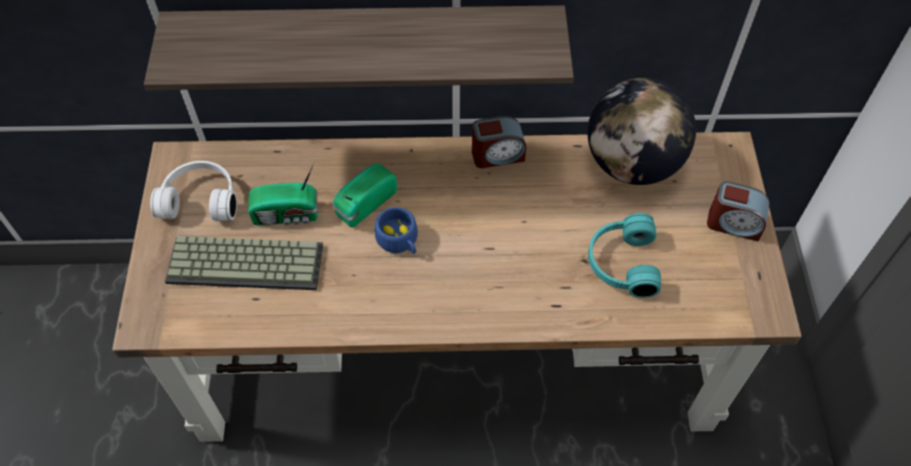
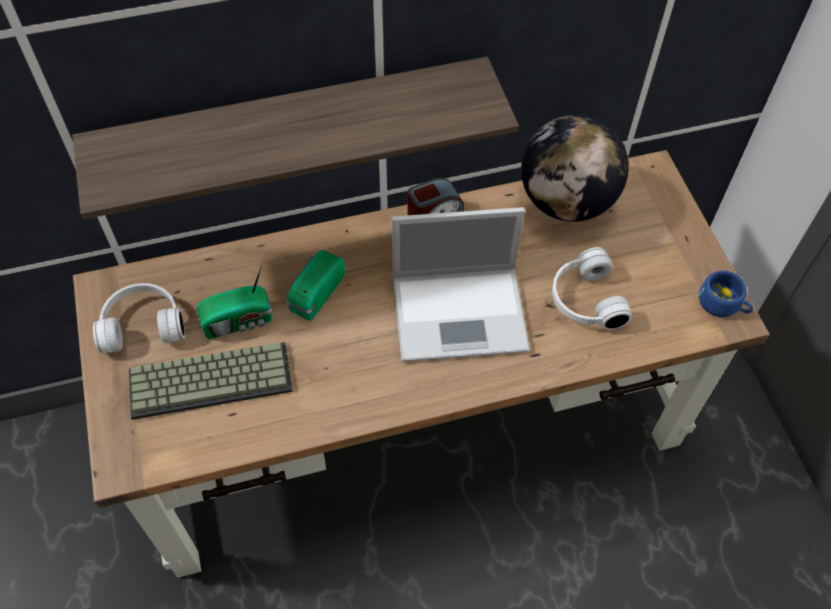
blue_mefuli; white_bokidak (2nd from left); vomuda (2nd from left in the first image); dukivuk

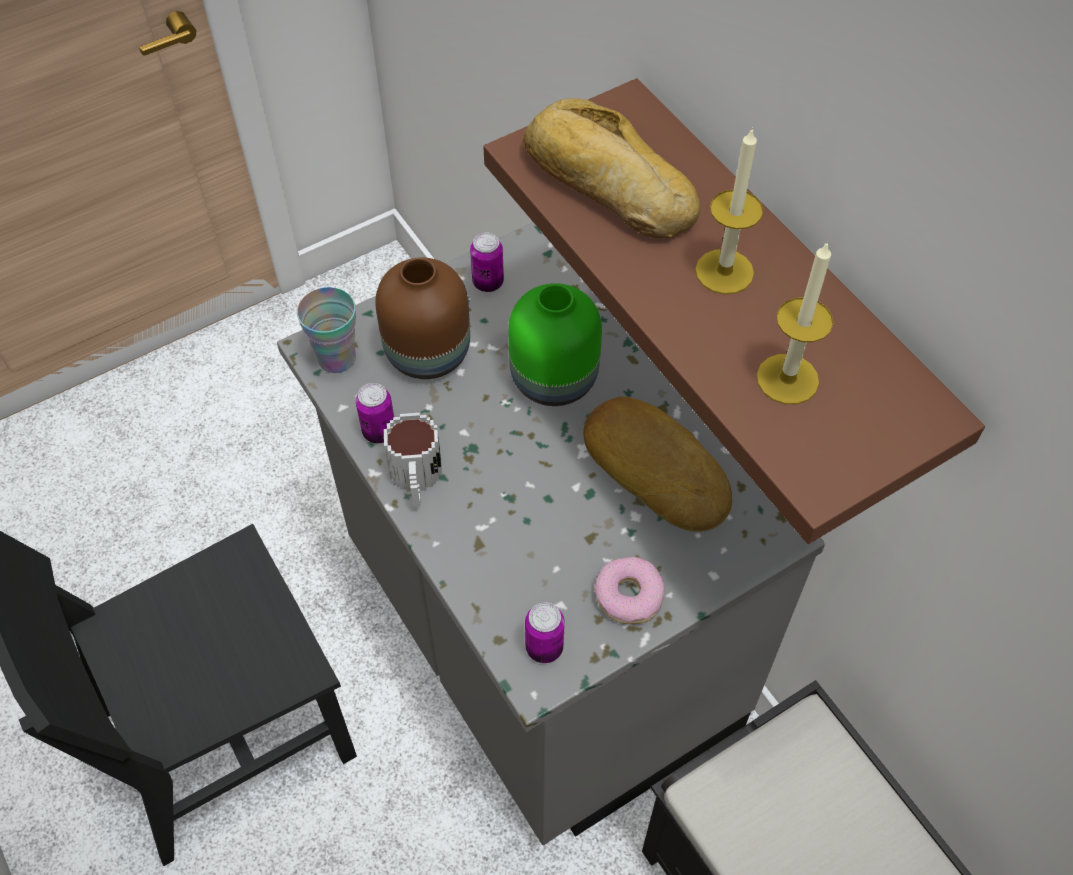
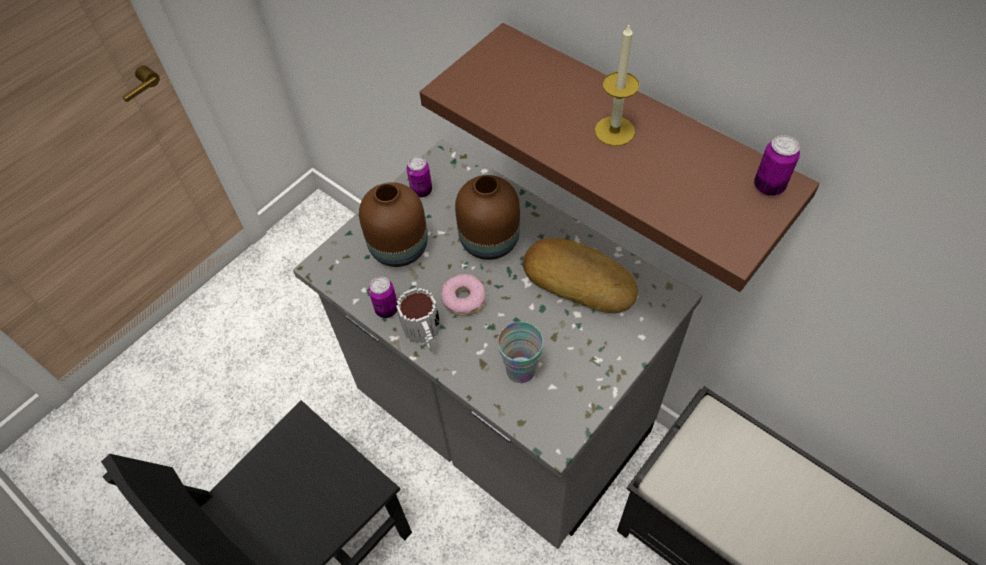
mefuli; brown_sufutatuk (2nd from left); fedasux (1st from left in the first image); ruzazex (3rd from left); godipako; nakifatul (2nd from left in the first image)

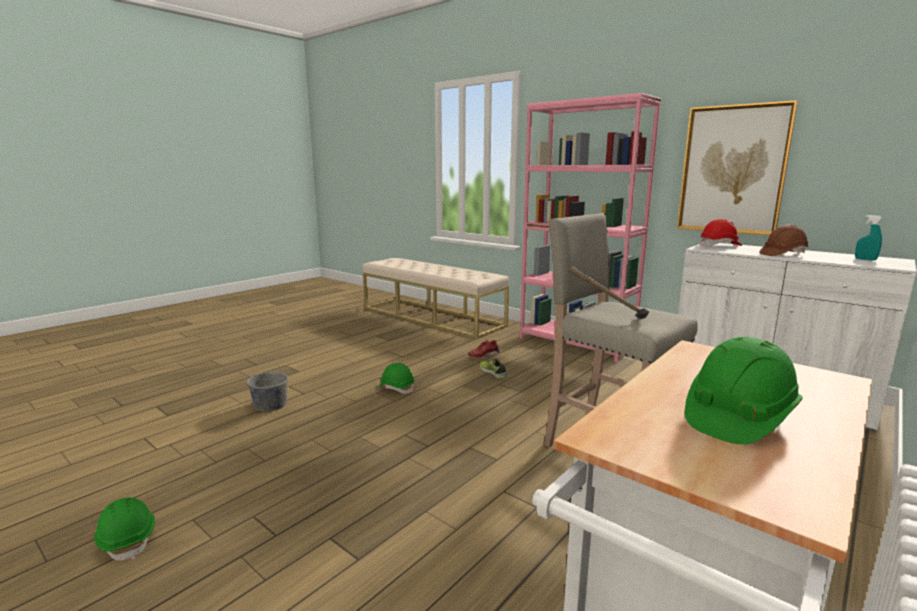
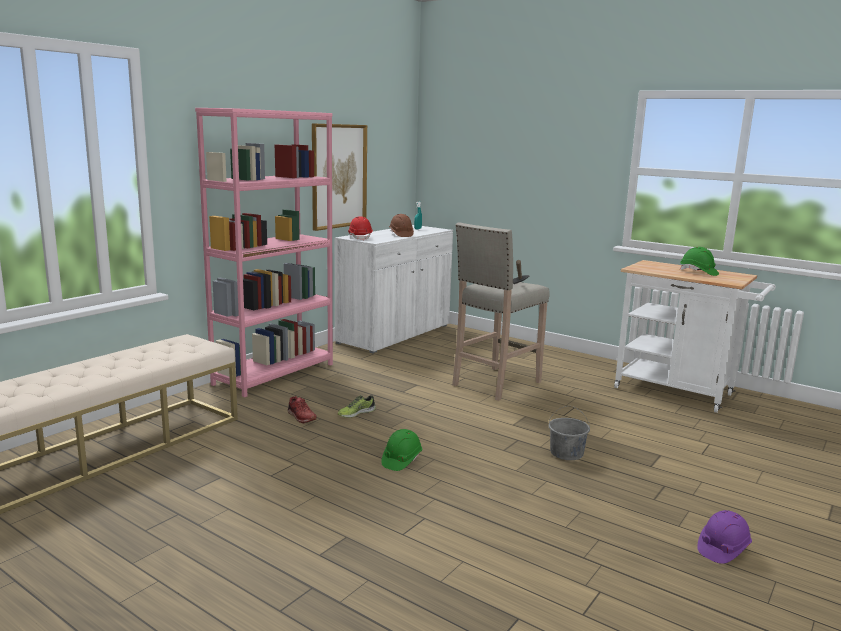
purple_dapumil; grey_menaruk

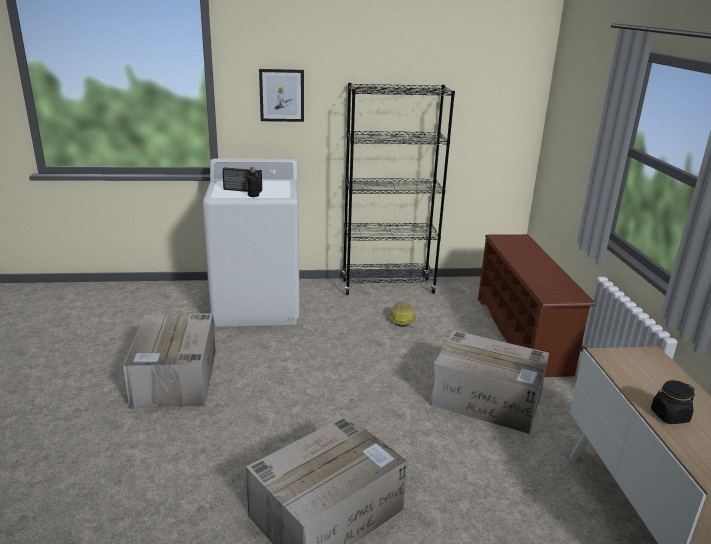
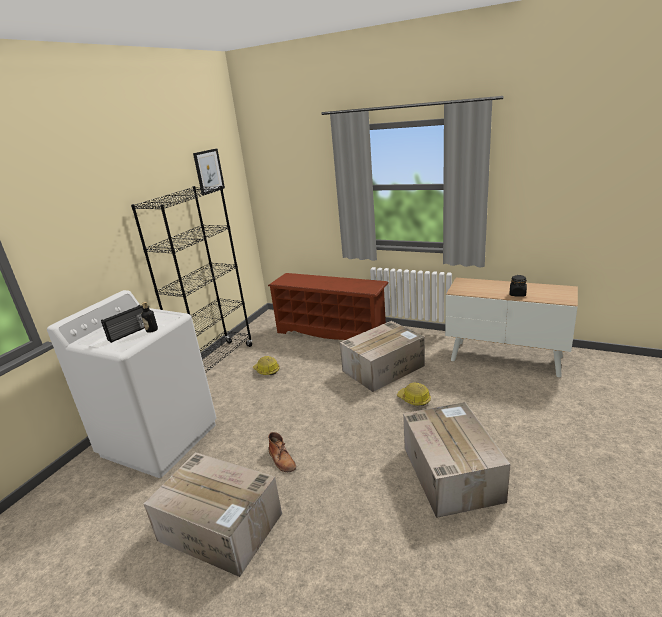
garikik; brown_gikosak; dapumil (2nd from left)

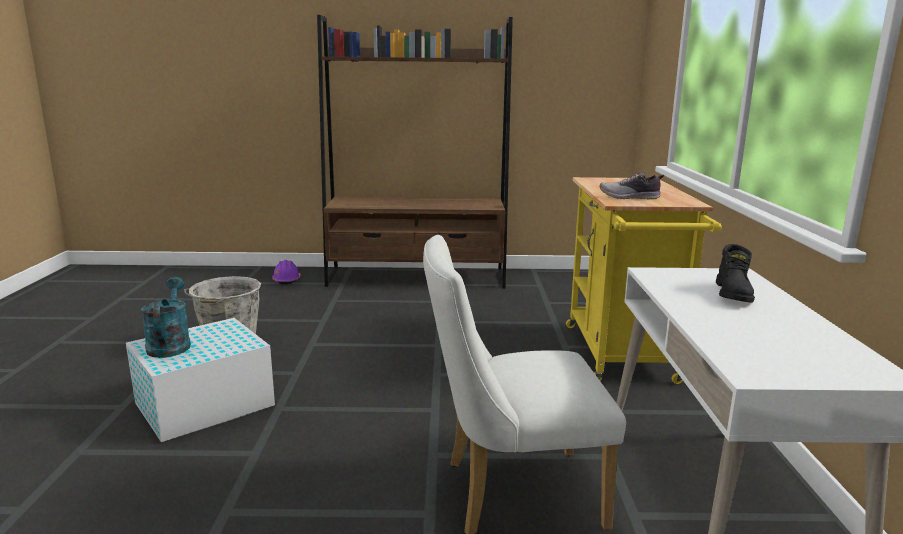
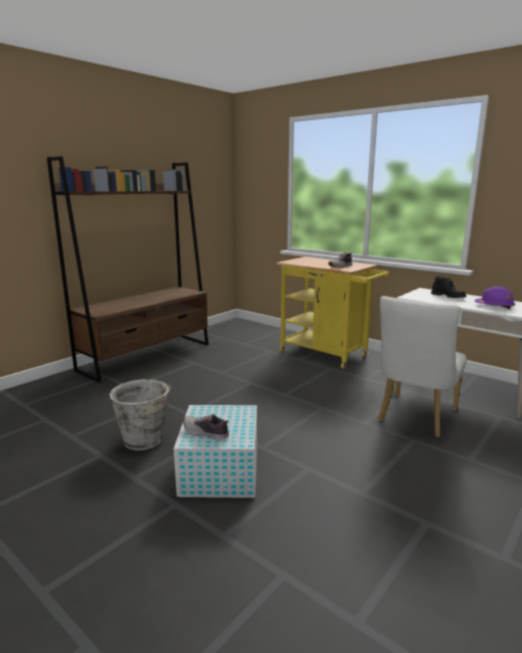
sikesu (1st from left); purple_dapumil

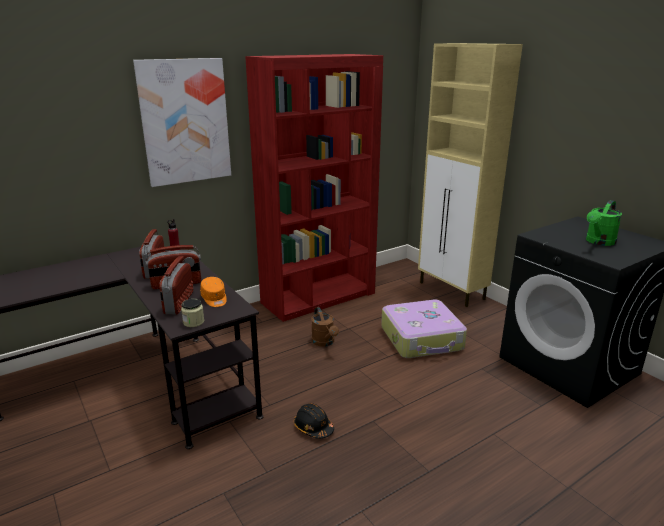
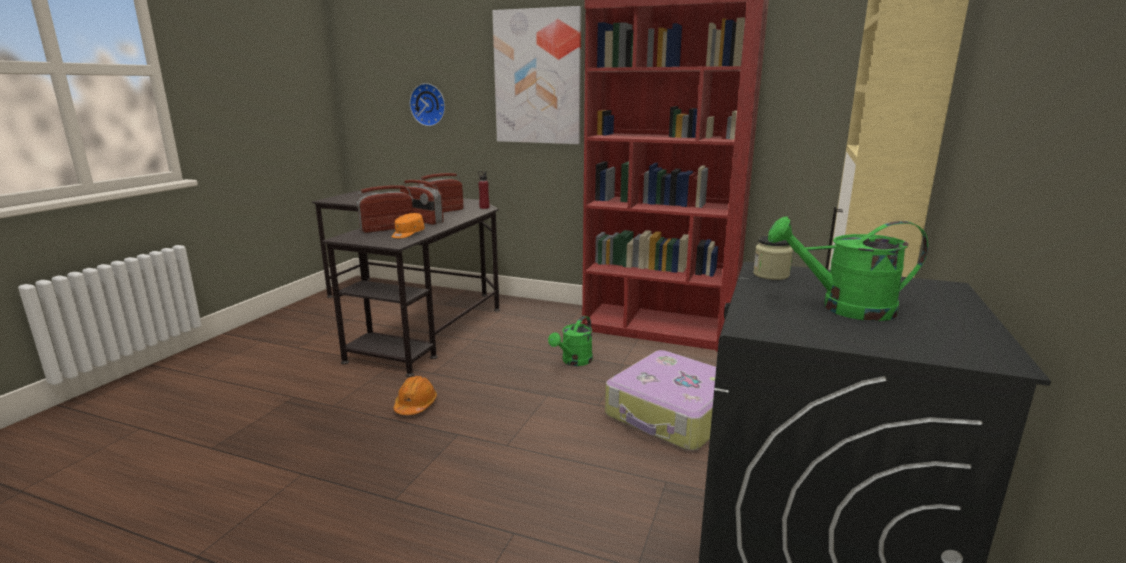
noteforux; orange_dapumil; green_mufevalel (1st from left); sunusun

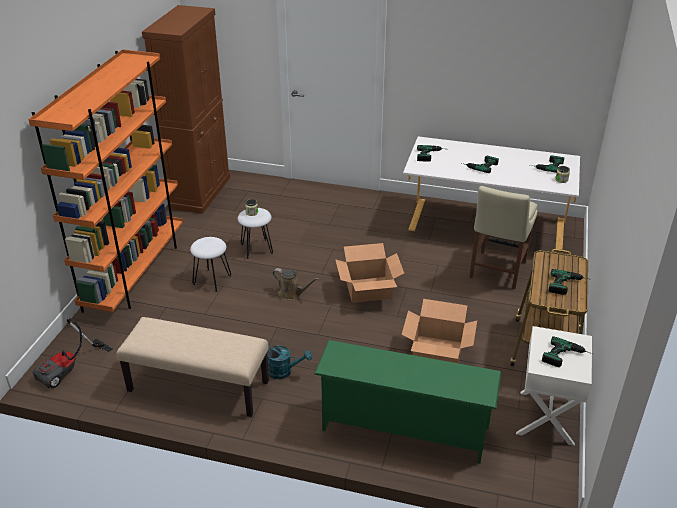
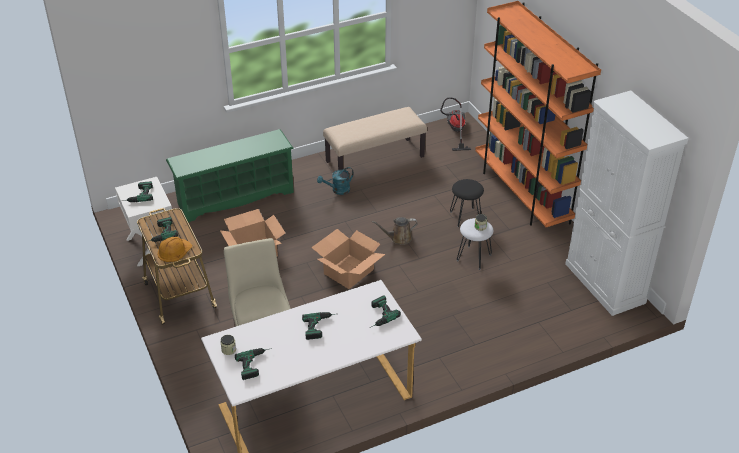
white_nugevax; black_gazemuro; orange_dapumil

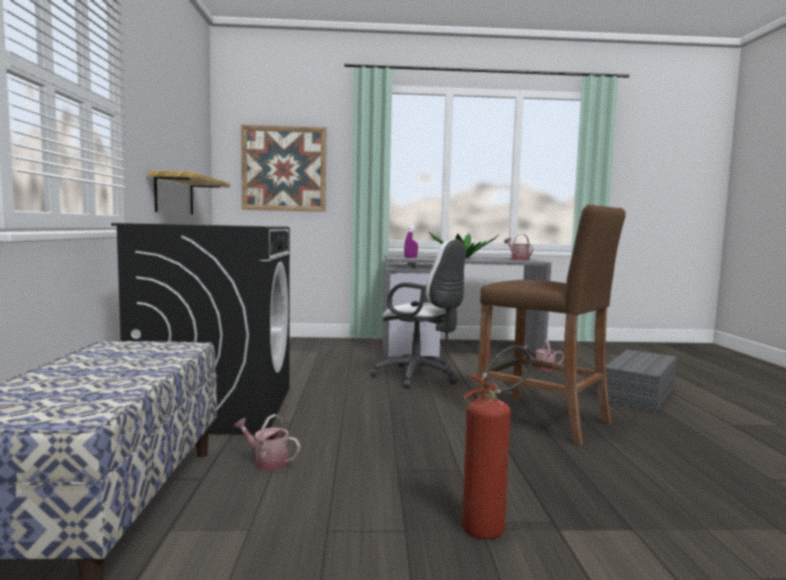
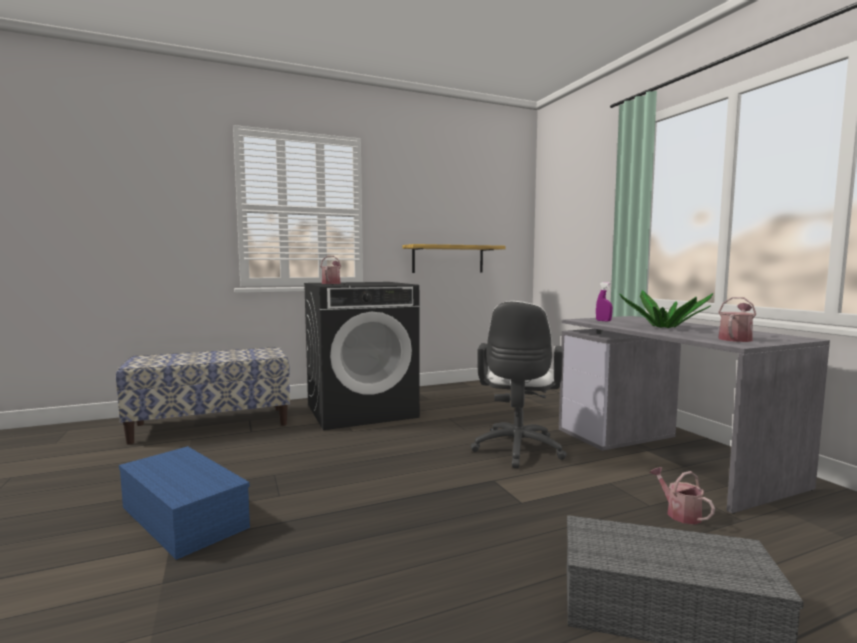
mufevalel (1st from left); garikik; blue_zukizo; brown_gazemuro

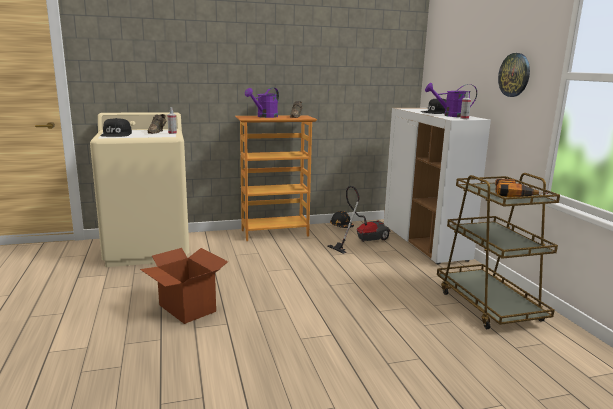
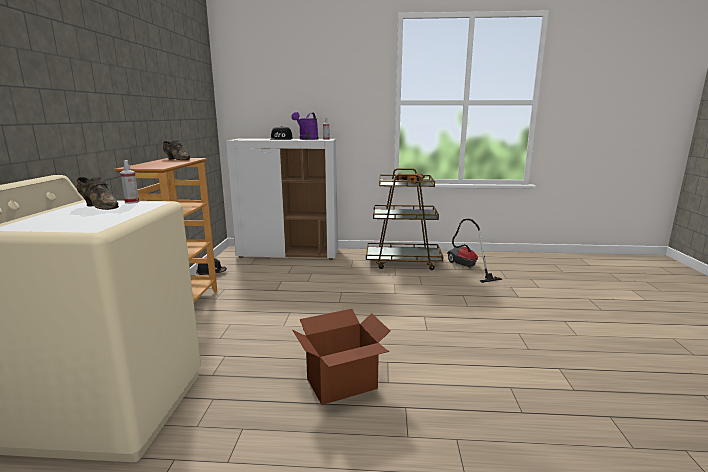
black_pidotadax (1st from left in the first image); purple_mufevalel (1st from left in the first image); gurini; sunusun

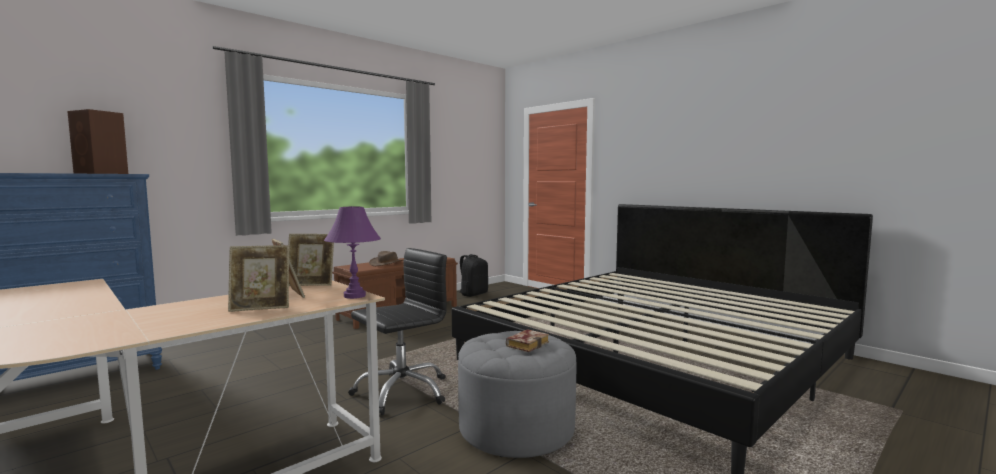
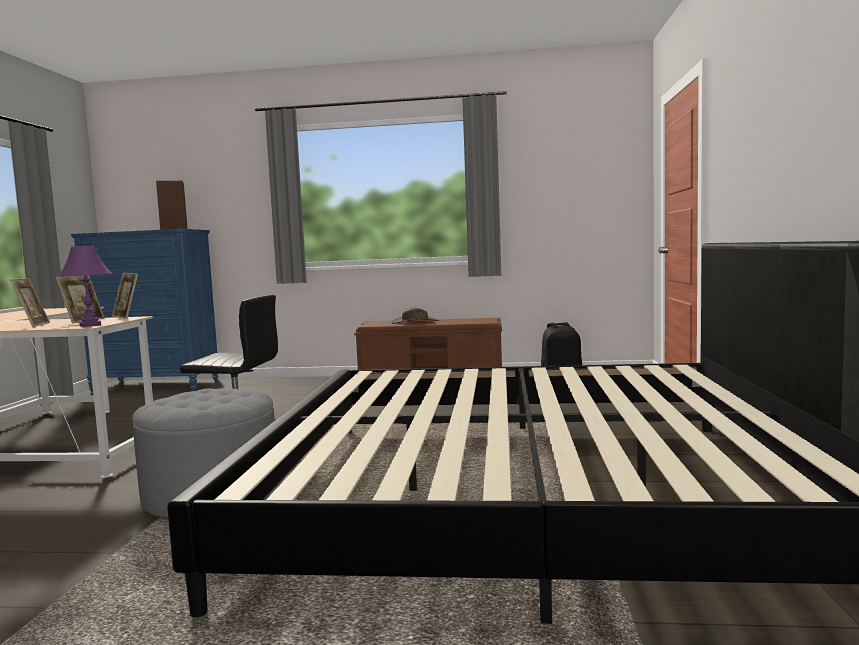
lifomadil (1st from left); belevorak

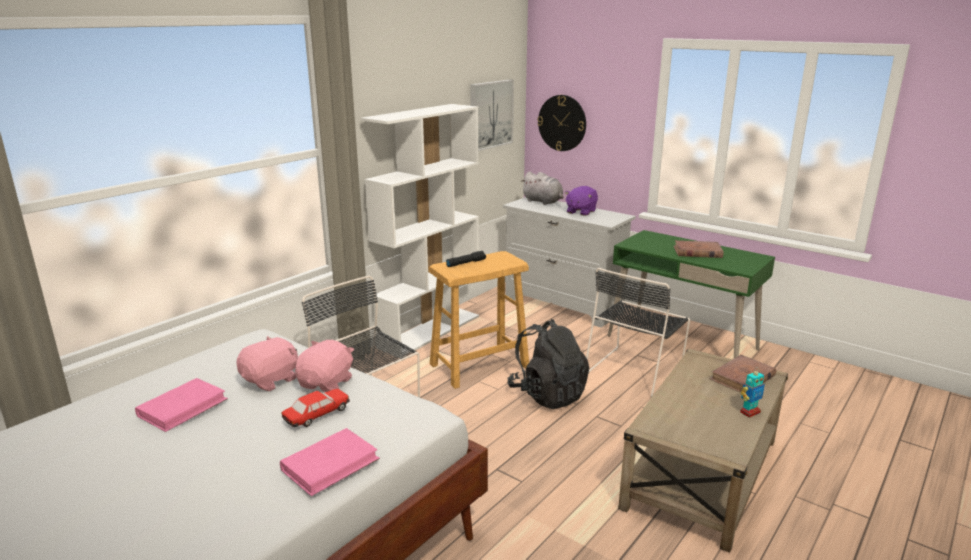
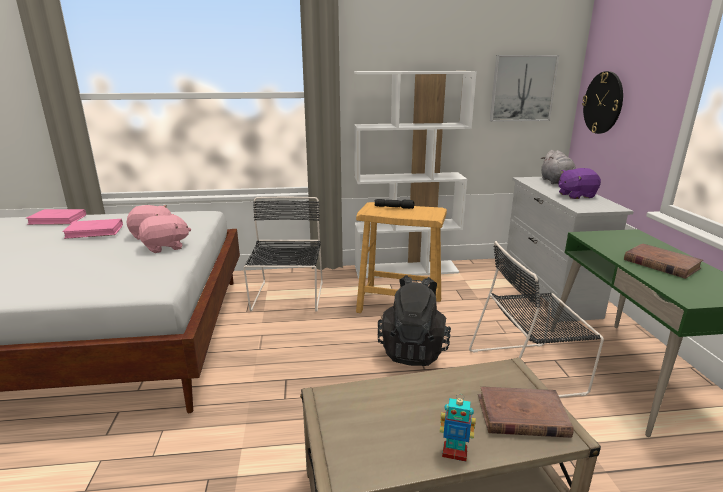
pink_belevorak (1st from left); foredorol

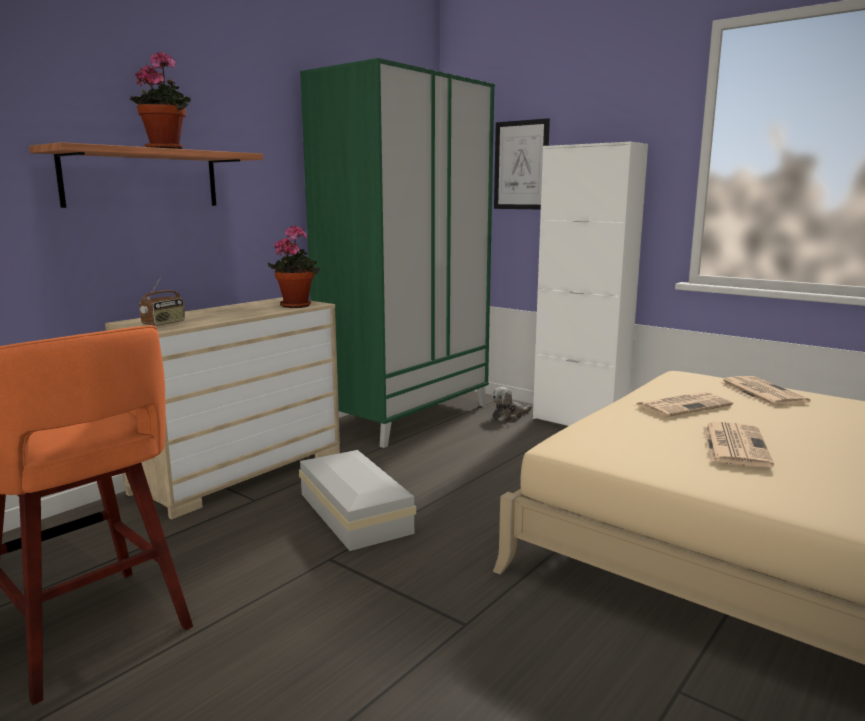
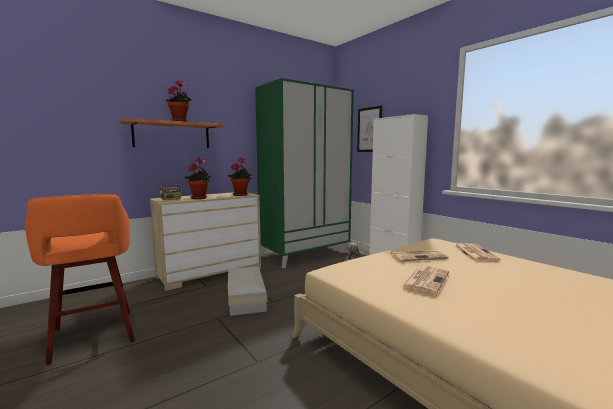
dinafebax (2nd from left)

